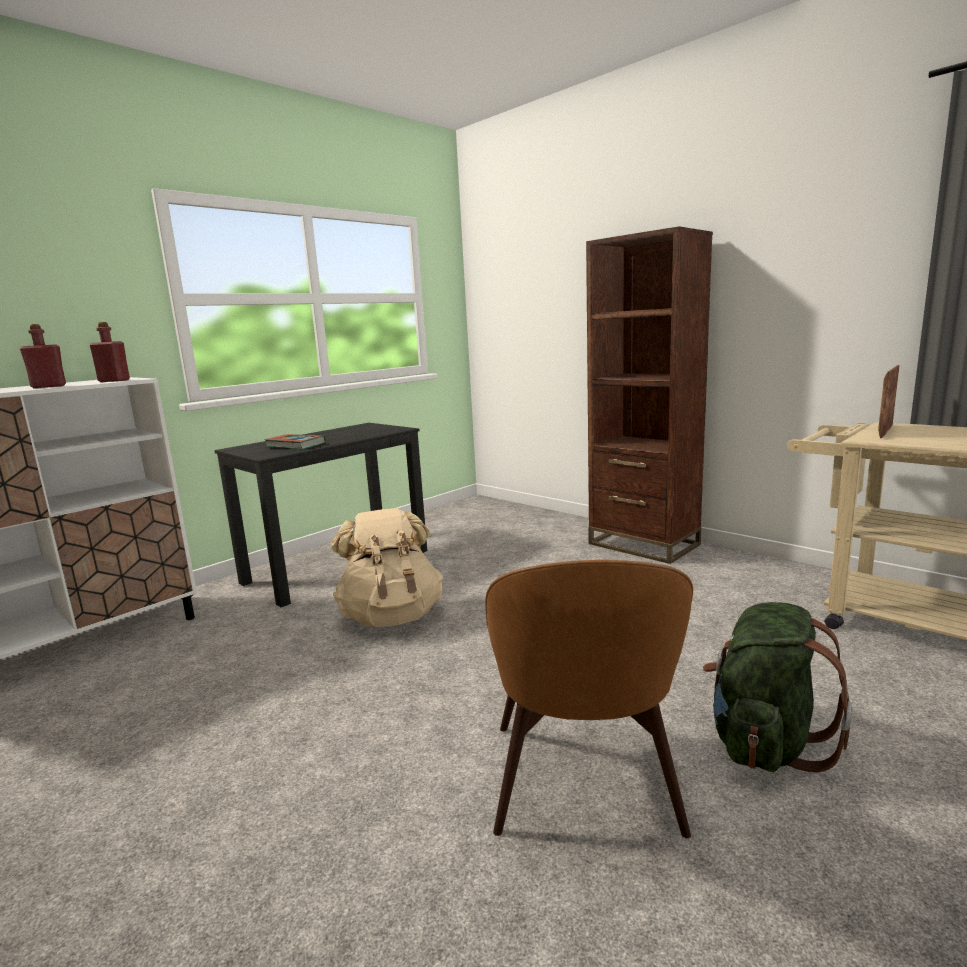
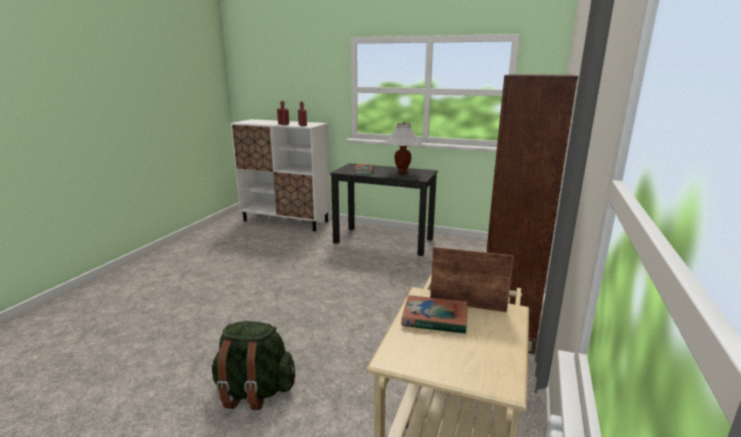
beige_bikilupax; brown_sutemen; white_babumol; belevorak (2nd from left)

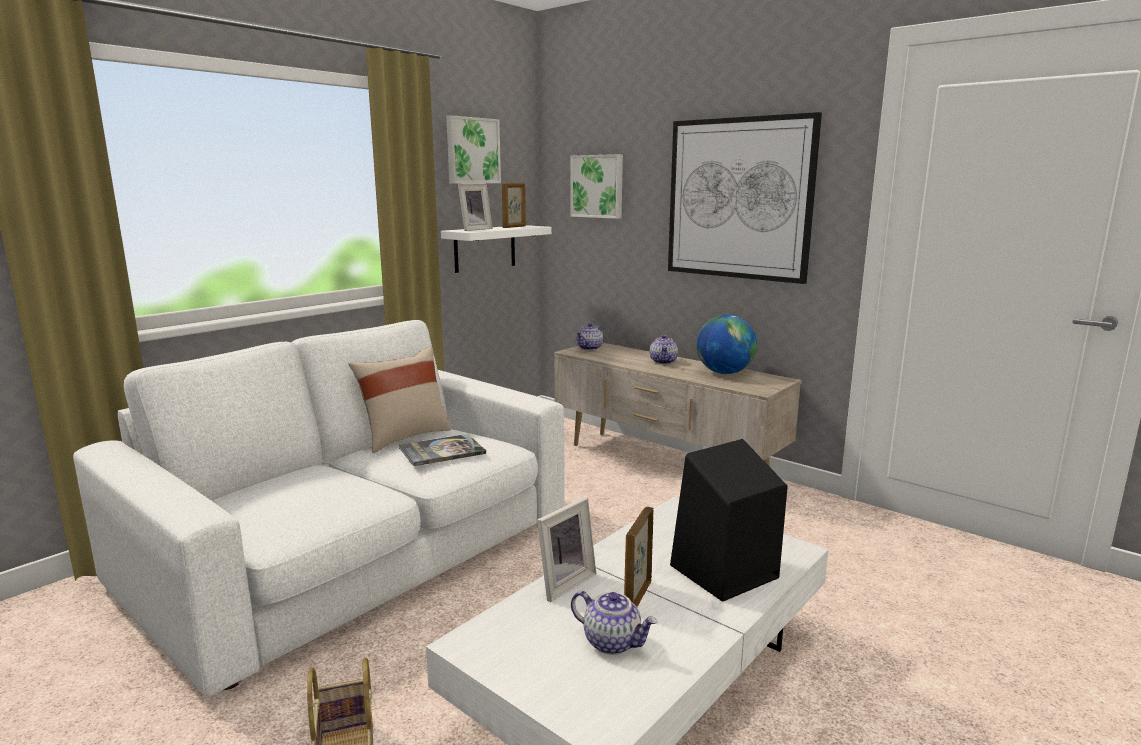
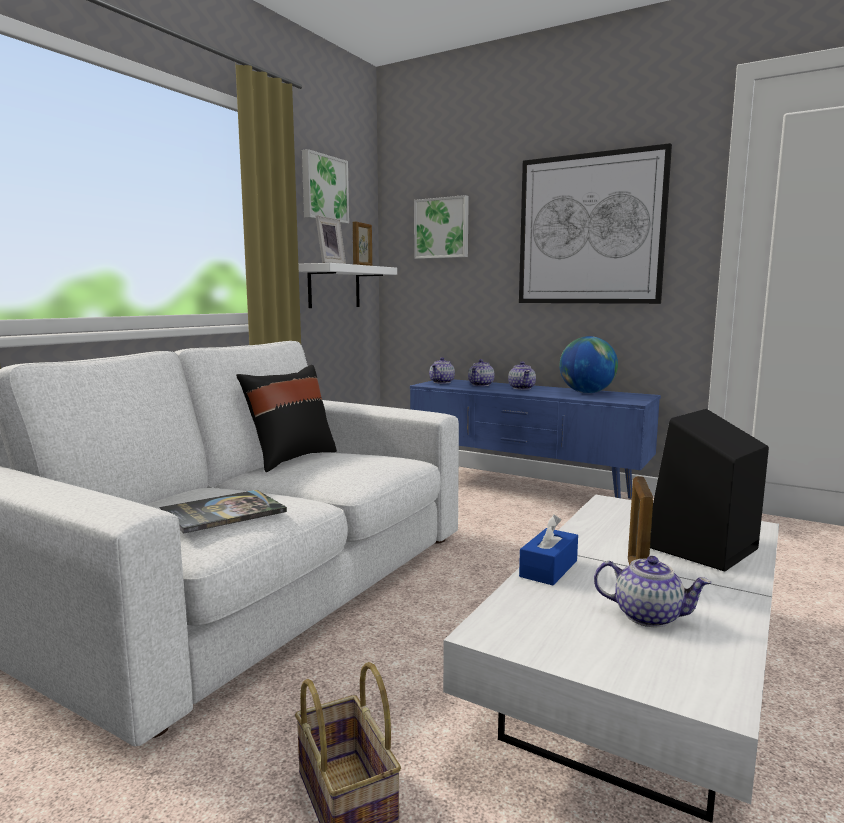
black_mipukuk; belevorak; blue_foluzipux; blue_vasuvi; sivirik (2nd from left)

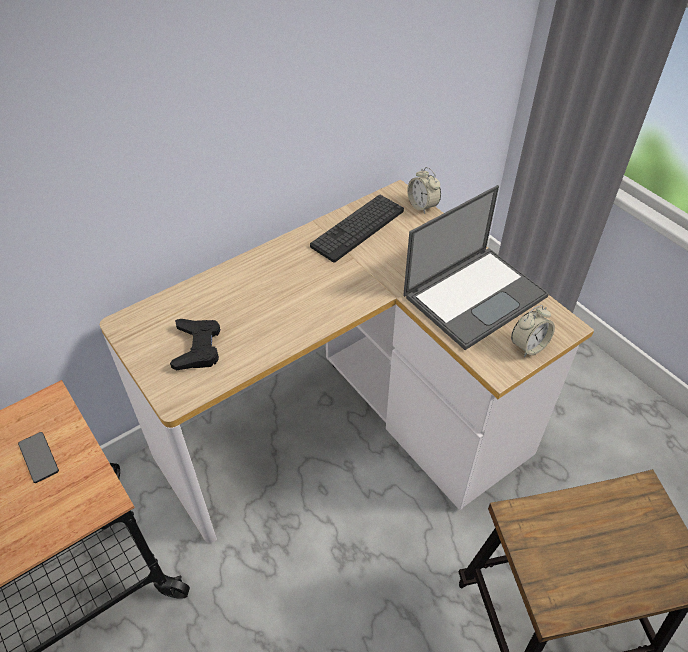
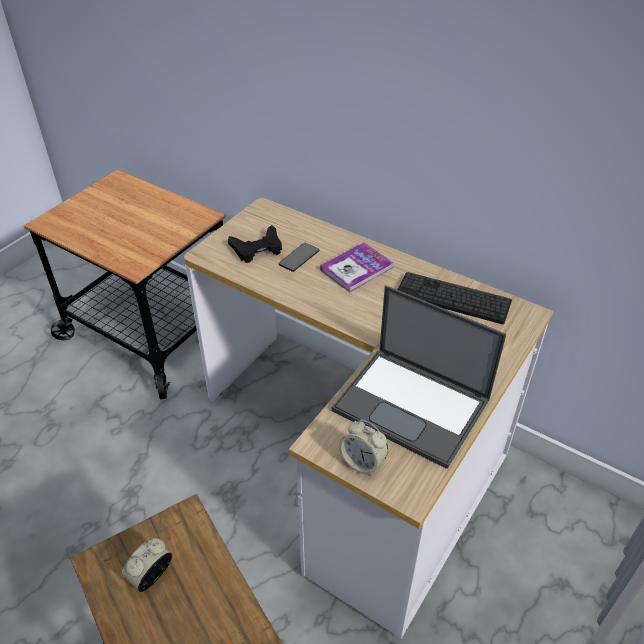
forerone; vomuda (1st from left); belevorak

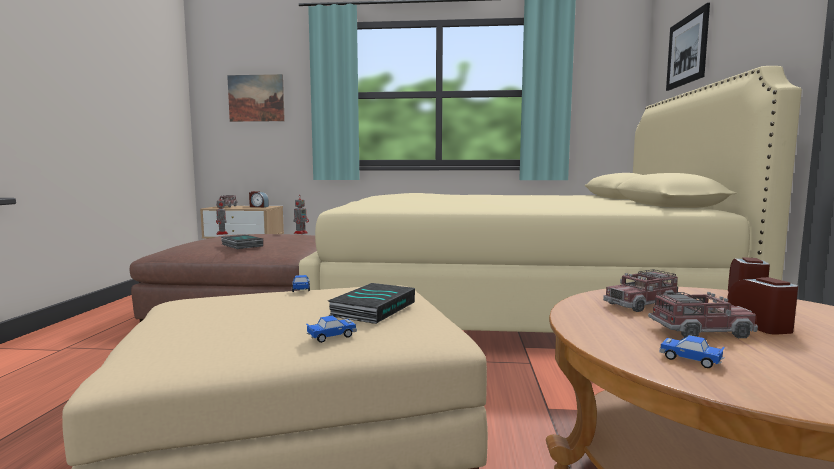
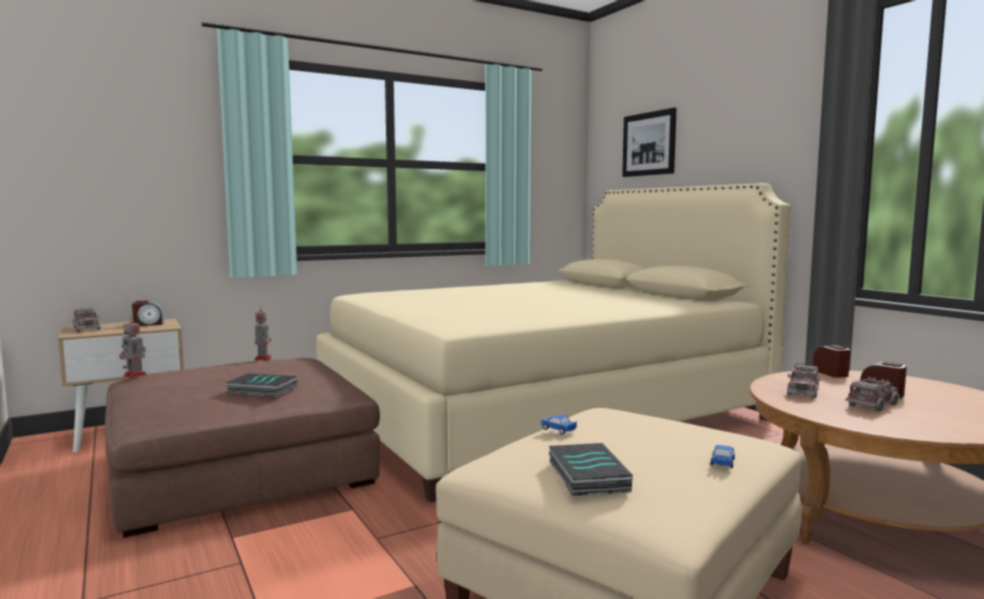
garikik (1st from left in the first image); belevorak (2nd from left); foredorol (3rd from left in the first image)

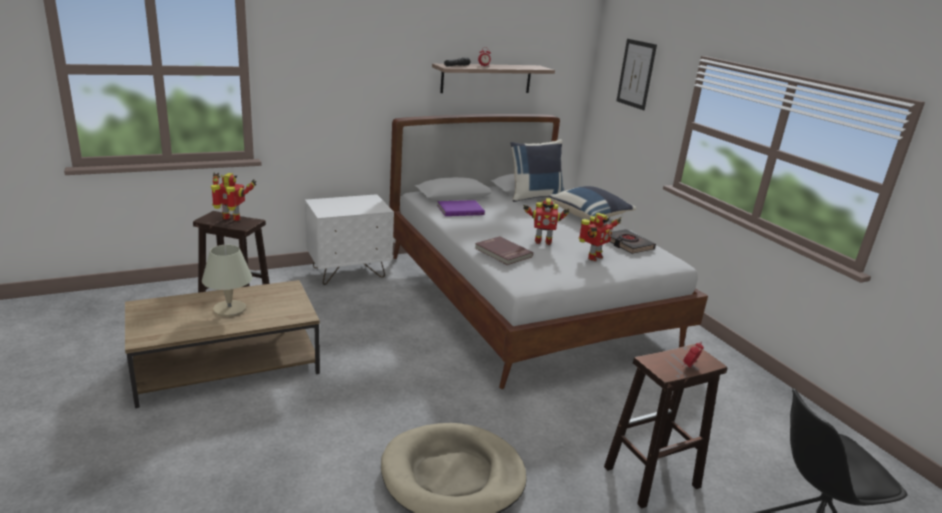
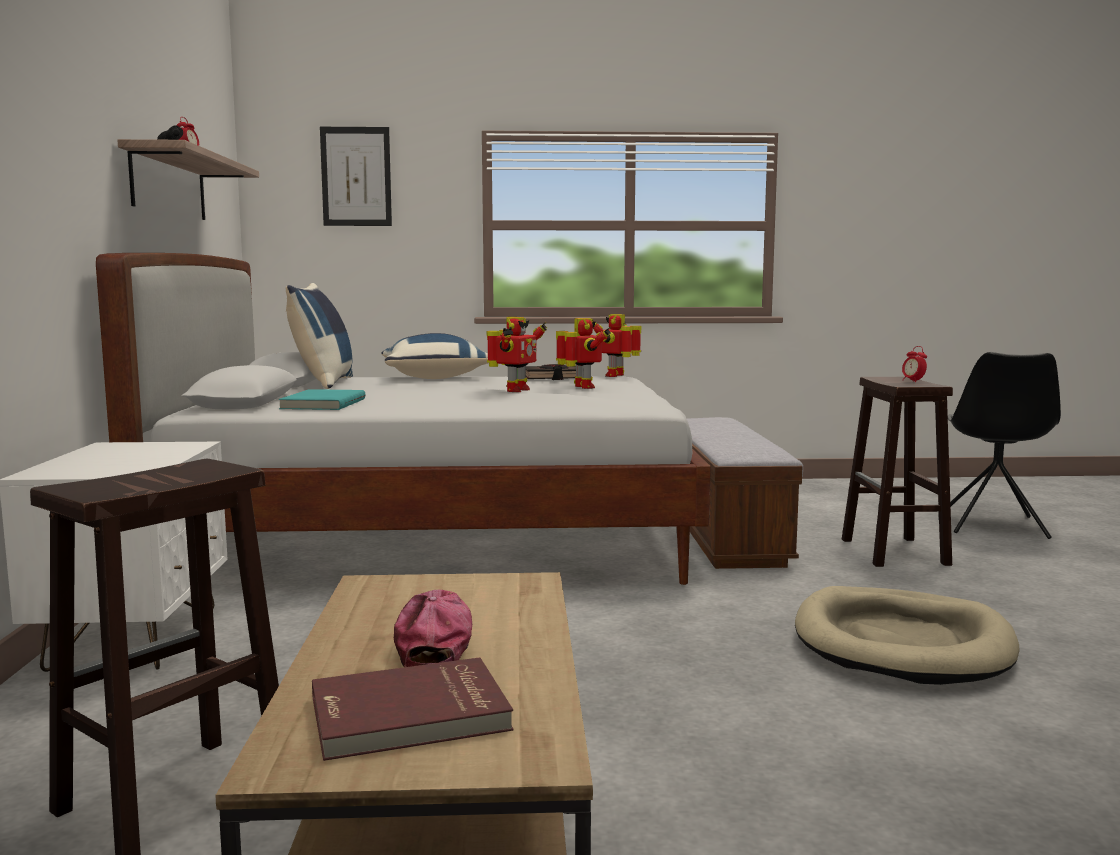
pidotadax; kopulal (3rd from left); turquoise_belevorak; red_belevorak; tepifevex

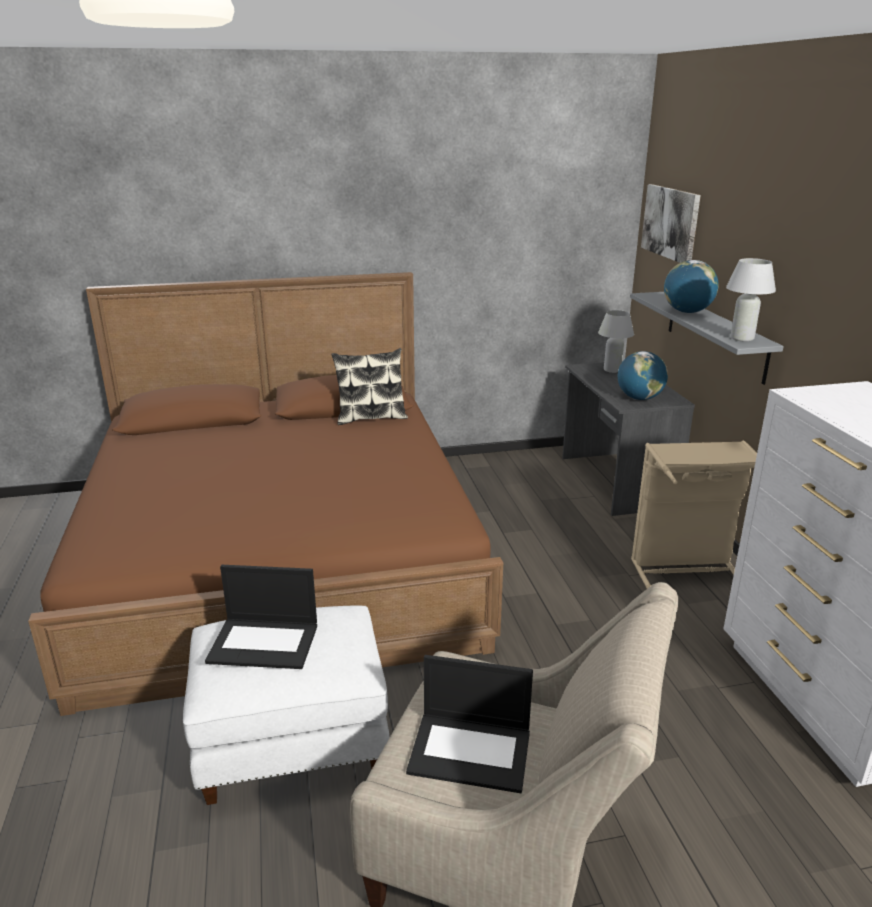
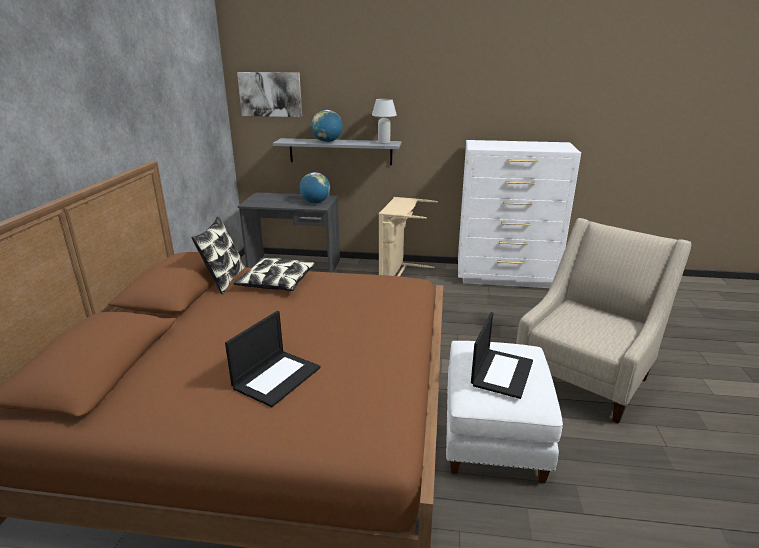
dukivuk (1st from left); white_babumol (1st from left in the first image); mipukuk (2nd from left)

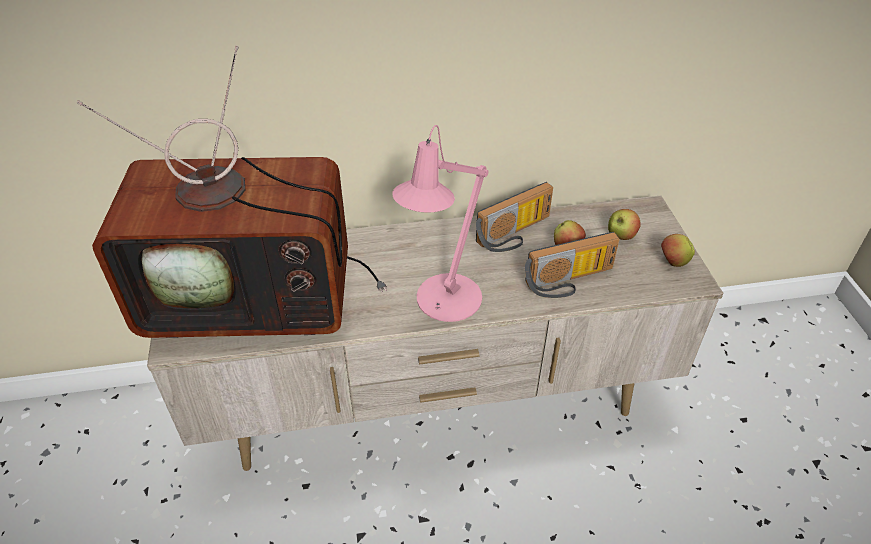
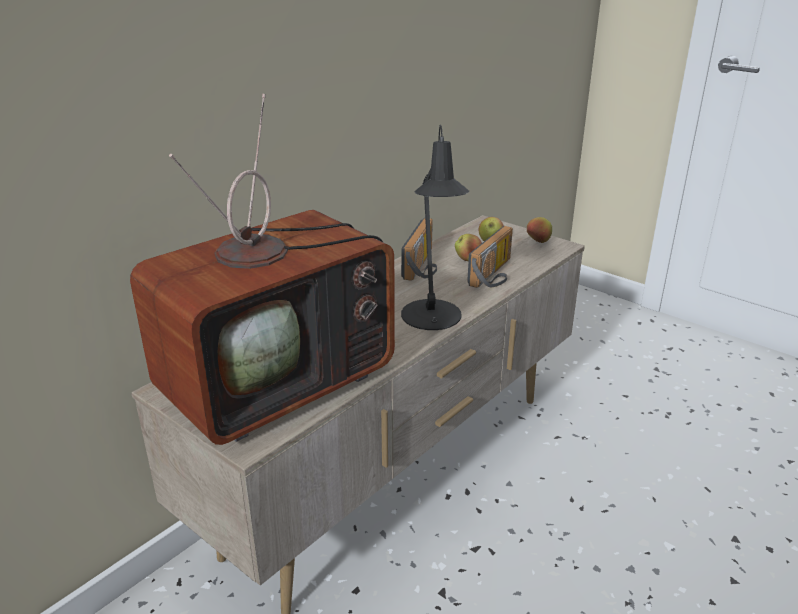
black_babumol

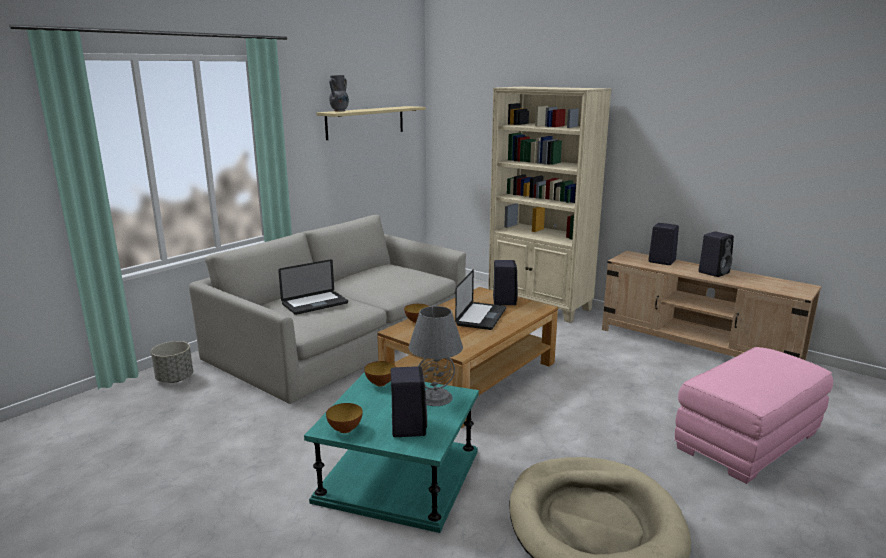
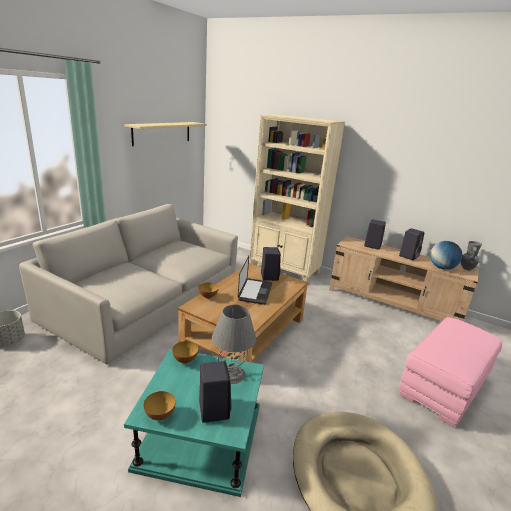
dukivuk (1st from left in the first image); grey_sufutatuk; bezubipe

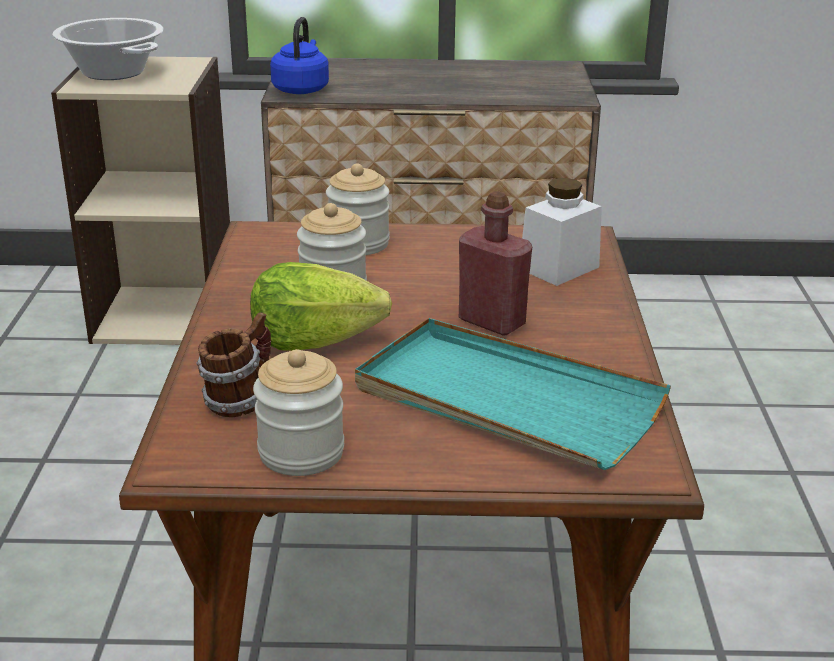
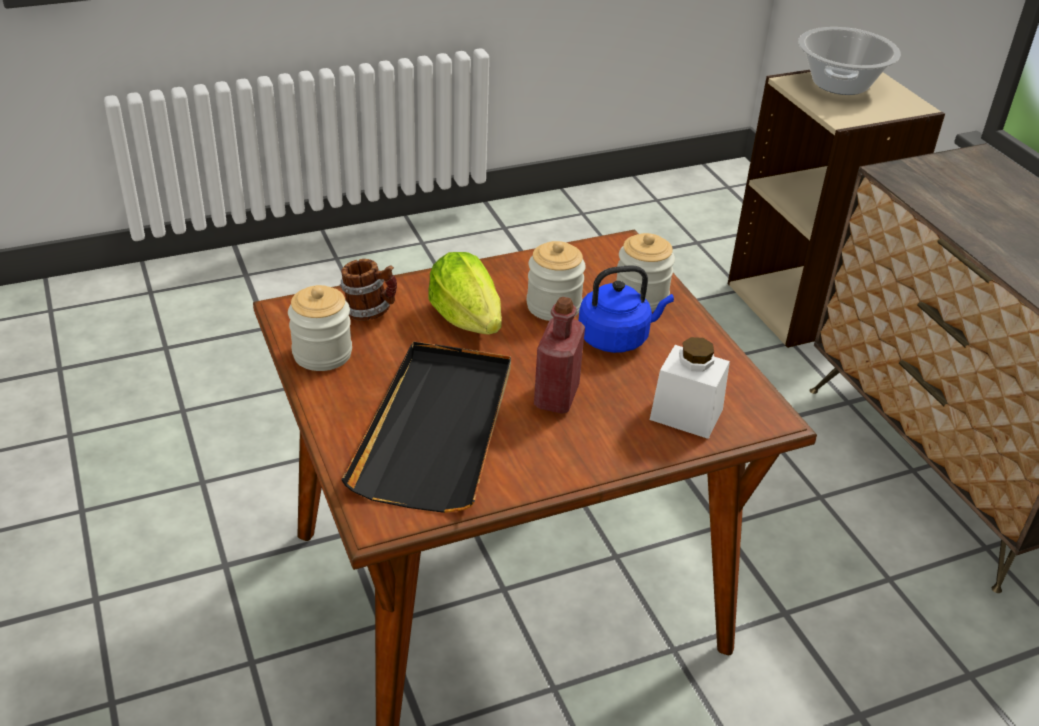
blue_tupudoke; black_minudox

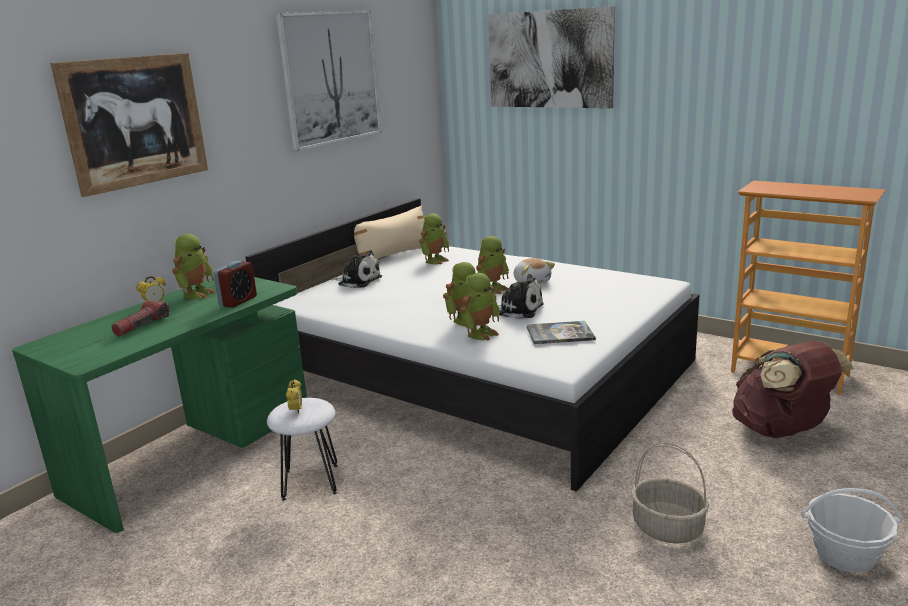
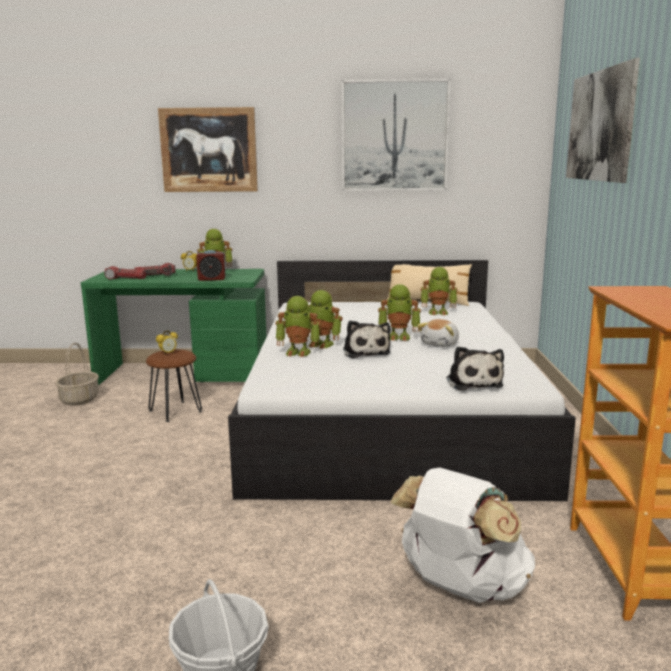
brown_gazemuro; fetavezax (3rd from left); belevorak; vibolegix (1st from left); white_bikilupax; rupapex (1st from left)

